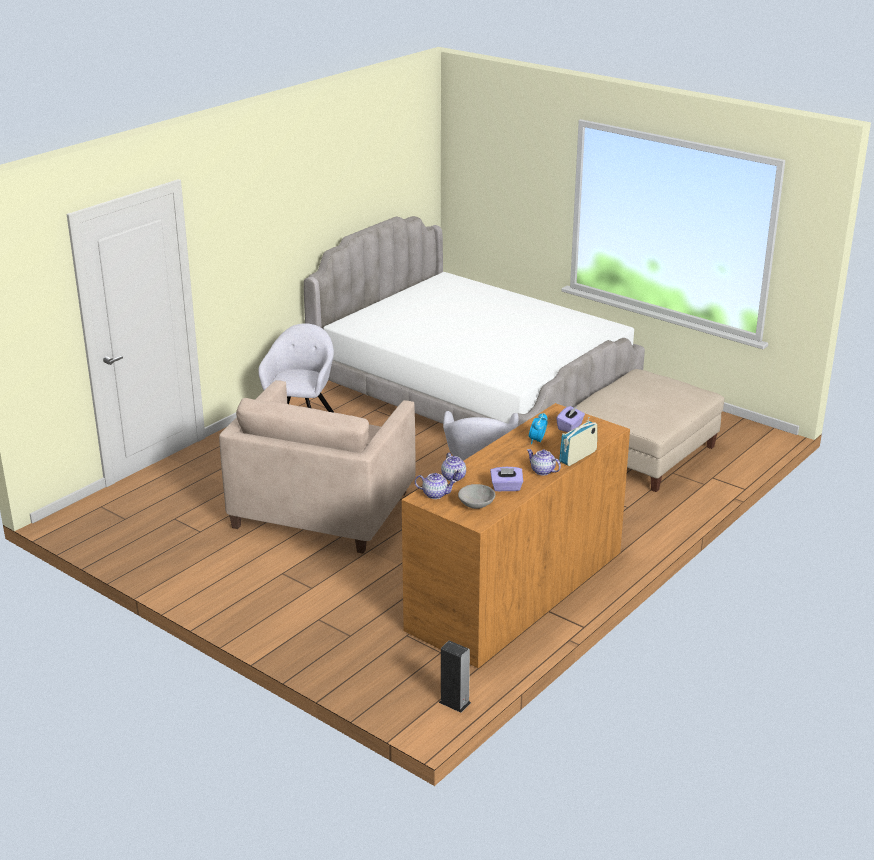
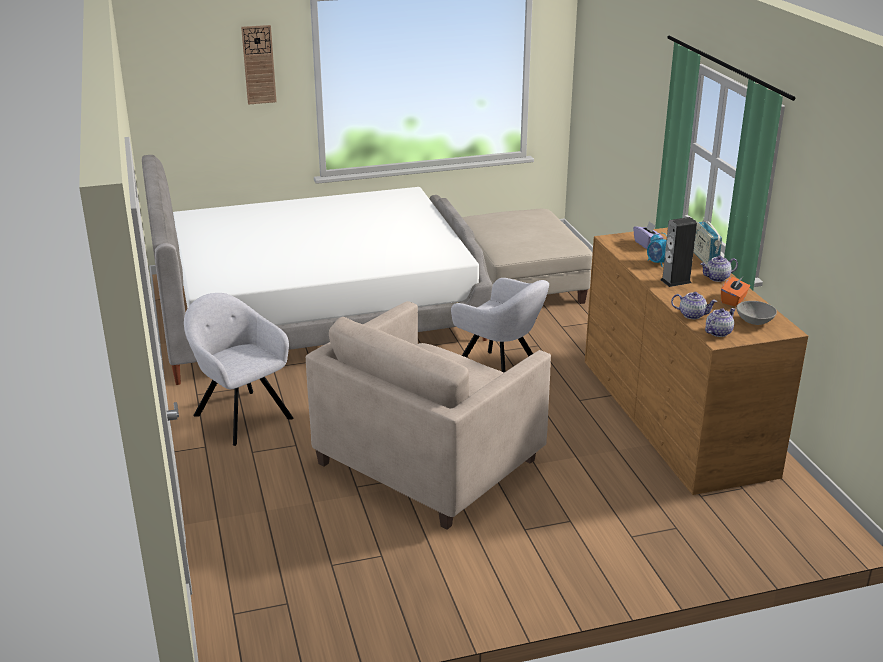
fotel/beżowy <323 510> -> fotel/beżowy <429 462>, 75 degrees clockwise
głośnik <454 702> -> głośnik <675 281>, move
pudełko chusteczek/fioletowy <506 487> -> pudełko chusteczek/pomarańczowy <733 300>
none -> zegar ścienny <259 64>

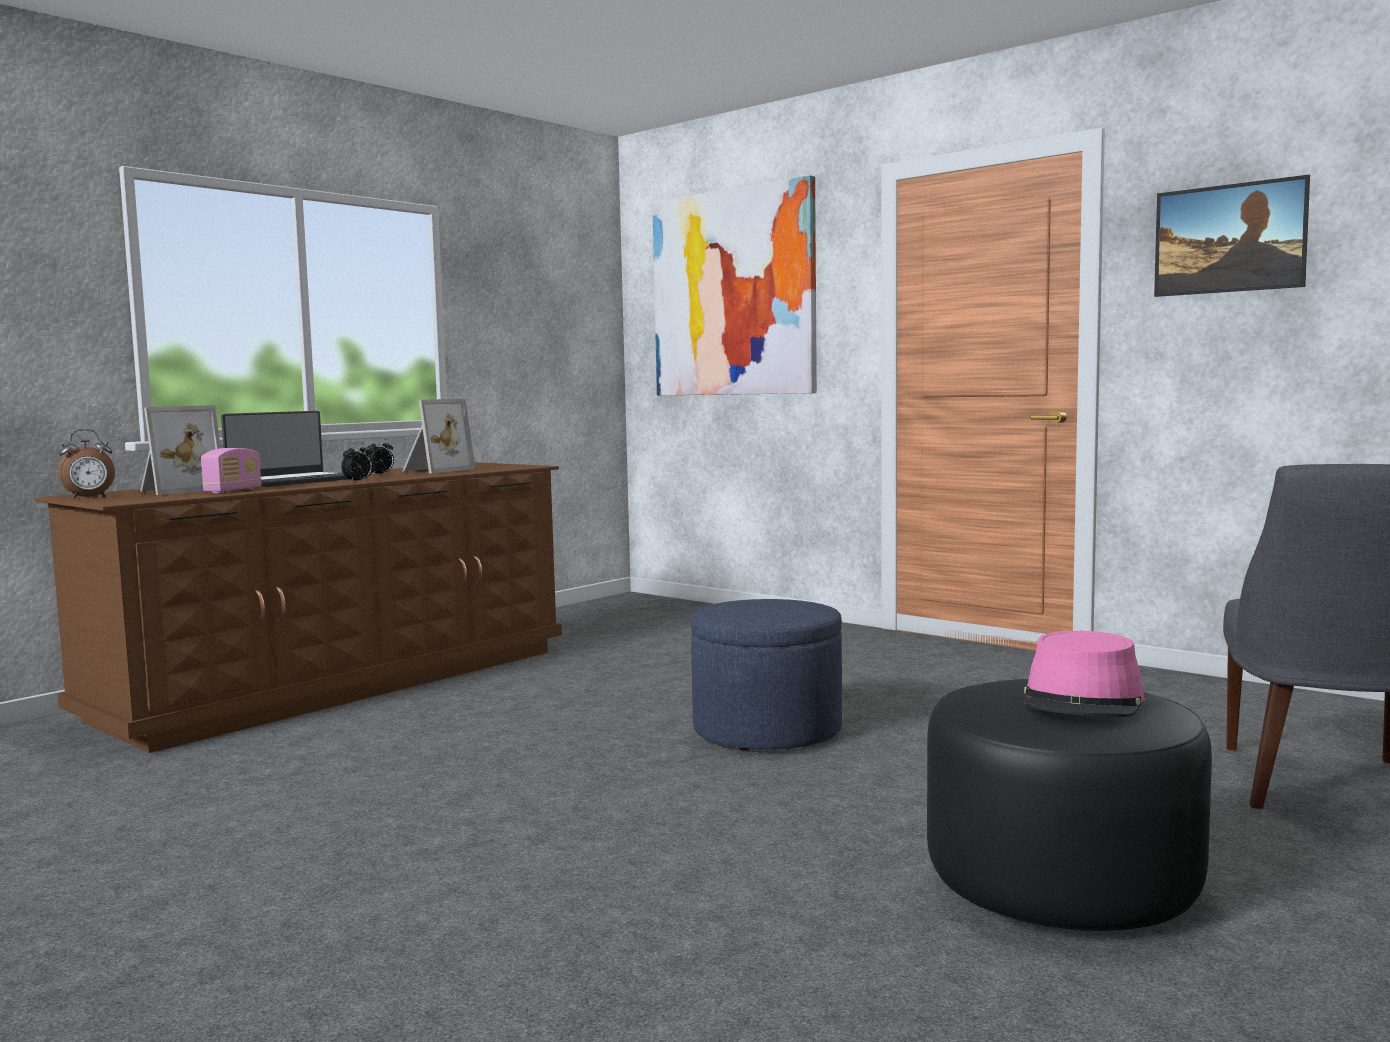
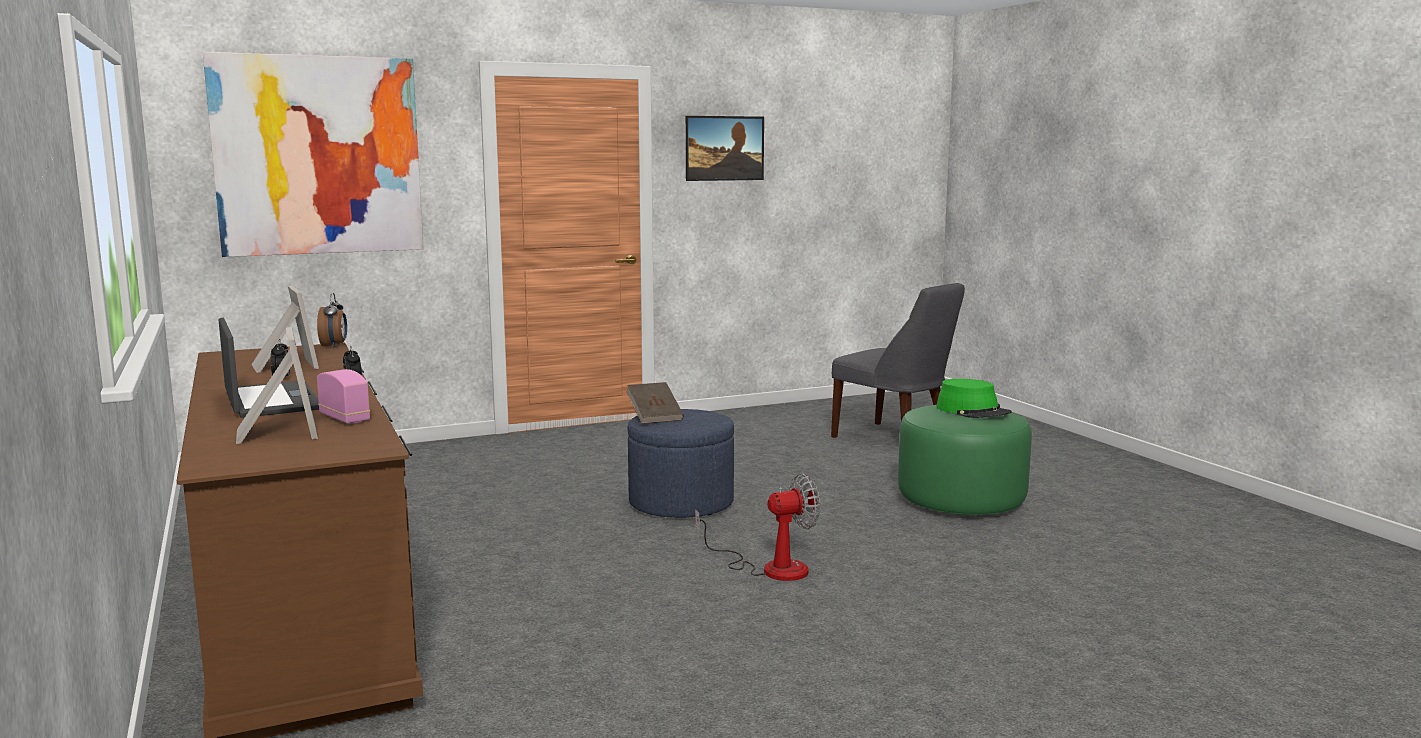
budzik <89 497> -> budzik <334 346>, move
pufa/czarny <1060 884> -> pufa/zielony <961 501>
kapelusz/różowy <1083 701> -> kapelusz/zielony <973 411>
none -> książka/brązowy <655 416>
none -> wentylator <770 568>

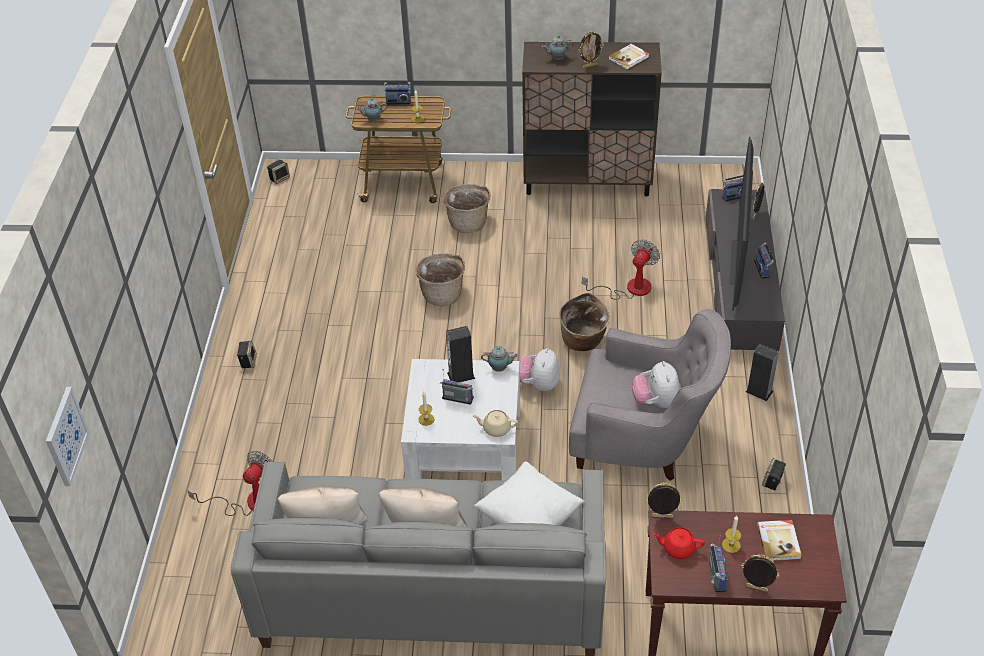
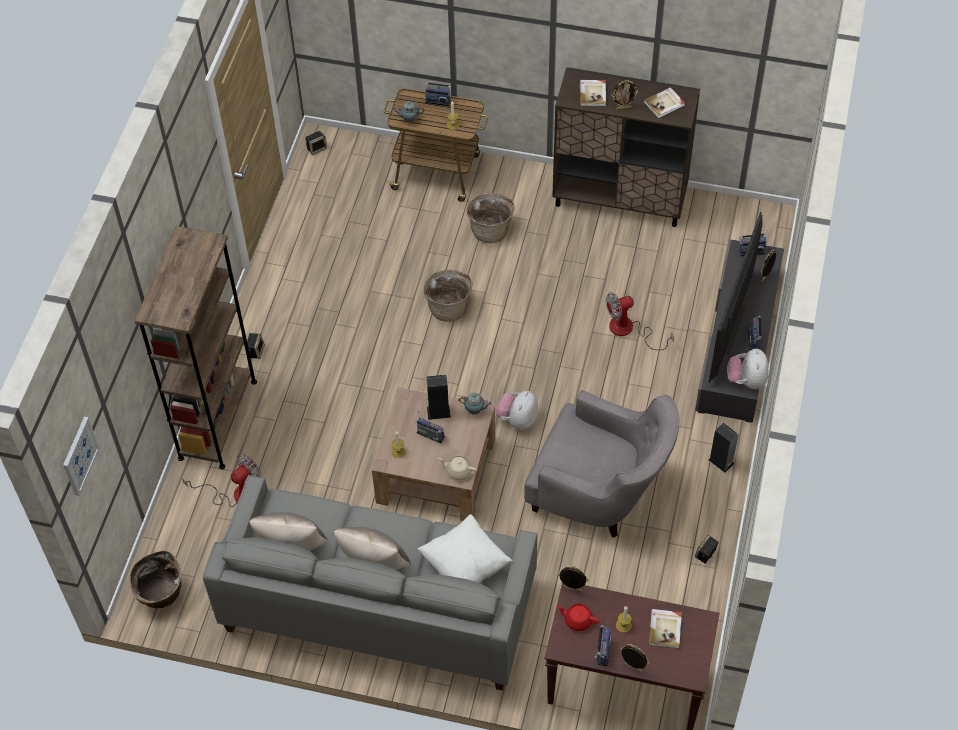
ława/biały <464 445> -> ława/brązowy <436 471>
imbryk <557 58> -> książka <593 94>
koszyk <583 341> -> koszyk <161 595>, move
wentylator <629 288> -> wentylator <629 330>, 150 degrees counterclockwise
pluszak <655 402> -> pluszak <746 380>, move
none -> regał/brązowy <218 419>

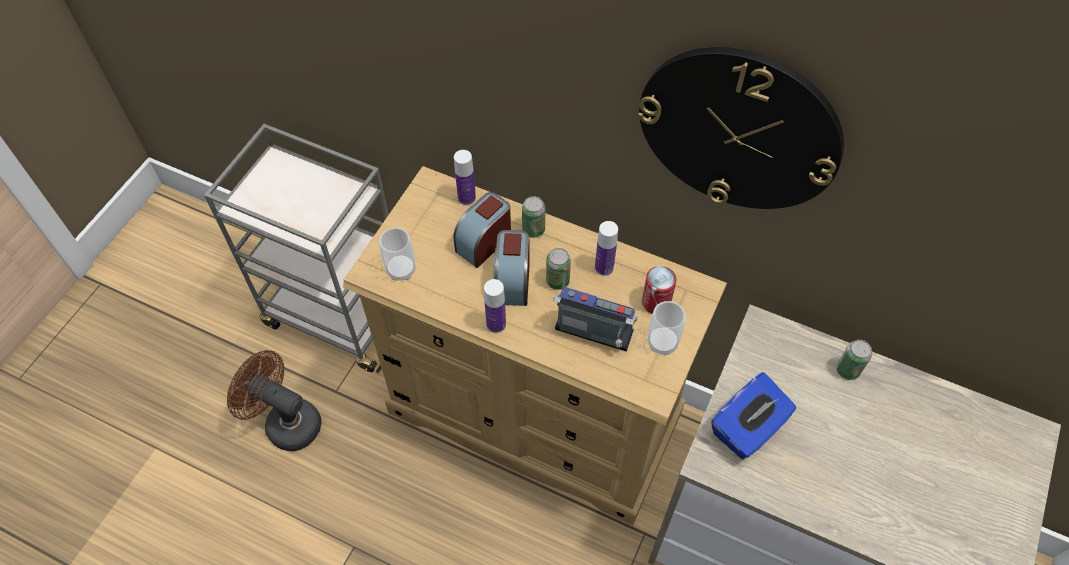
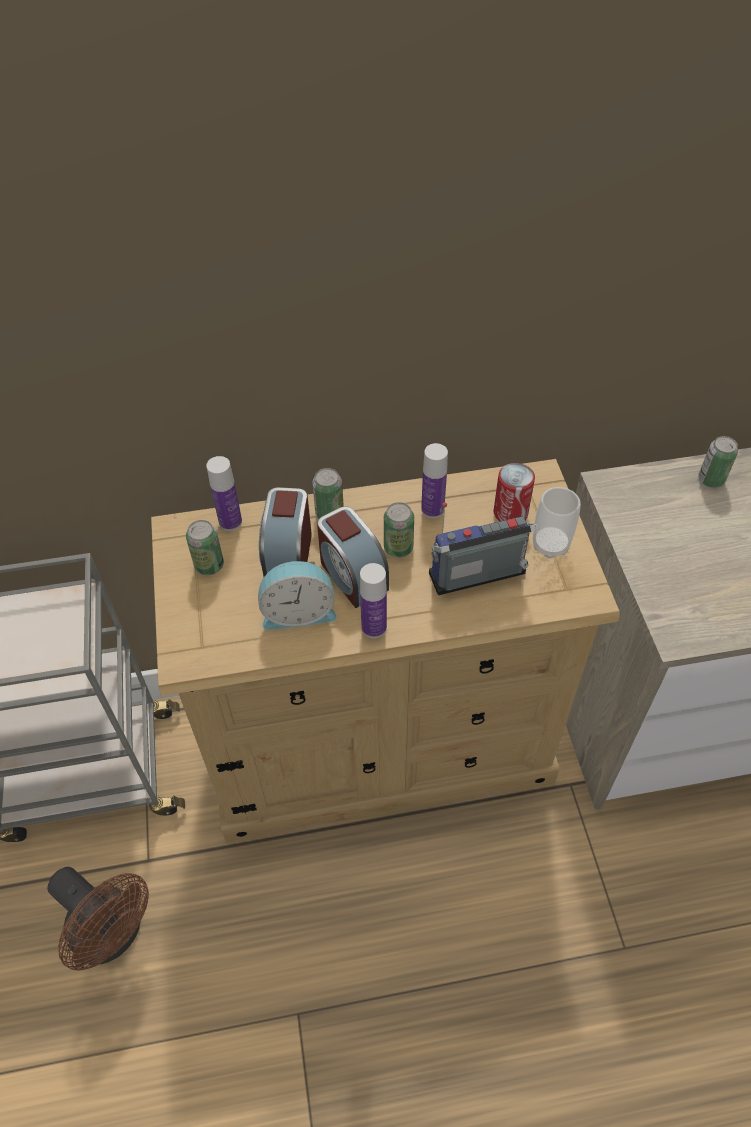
wentylator/brązowy <286 422> -> wentylator/brązowy <113 934>, 135 degrees counterclockwise
filiżanka <401 270> -> none
zegar ścienny <739 130> -> none
pudełko chusteczek/niebieski <748 428> -> none
none -> puszka <209 565>
none -> budzik <298 611>

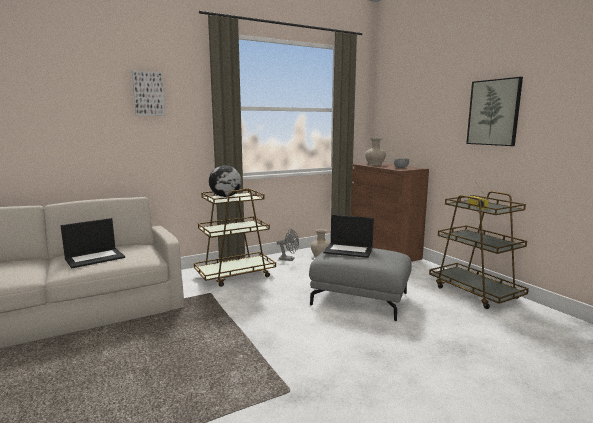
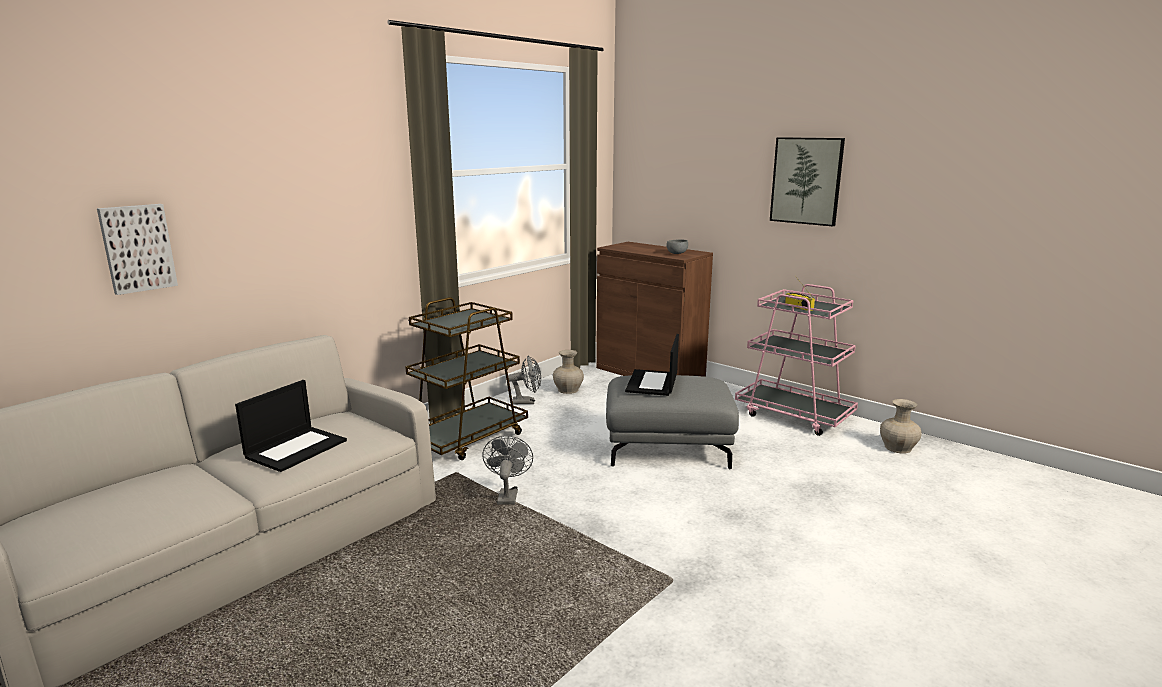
obraz <148 94> -> obraz <137 248>, move
globus <225 196> -> none
laptop <349 250> -> laptop <652 383>, 105 degrees clockwise
wazon/beżowy <375 164> -> wazon/beżowy <897 447>, move
wózek/brązowy <475 292> -> wózek/różowy <794 415>
none -> wentylator/szary <507 495>

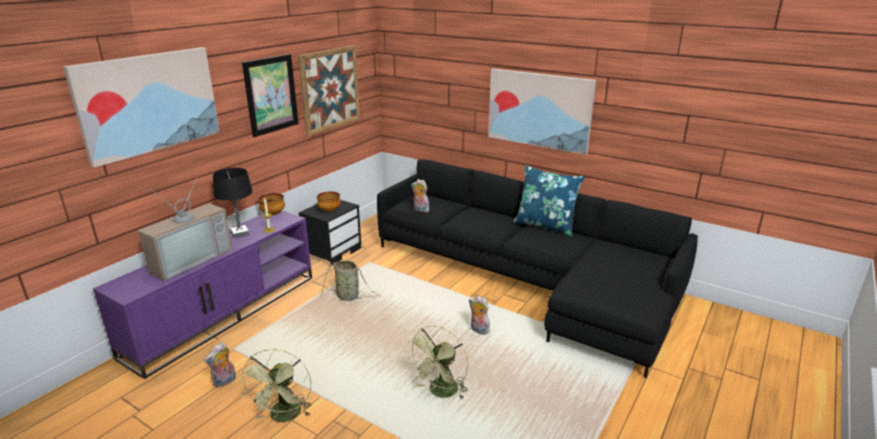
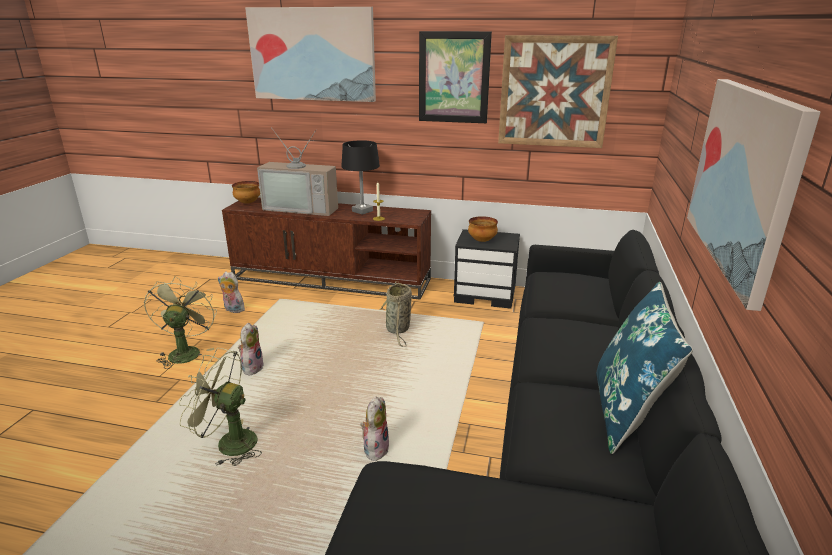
szafka pod telewizor/fioletowy <224 313> -> szafka pod telewizor/brązowy <332 279>
wentylator/zielony <284 417> -> wentylator/zielony <185 351>, 105 degrees clockwise
miska <273 214> -> miska <247 203>, move
pluszak <420 210> -> pluszak <252 367>, move

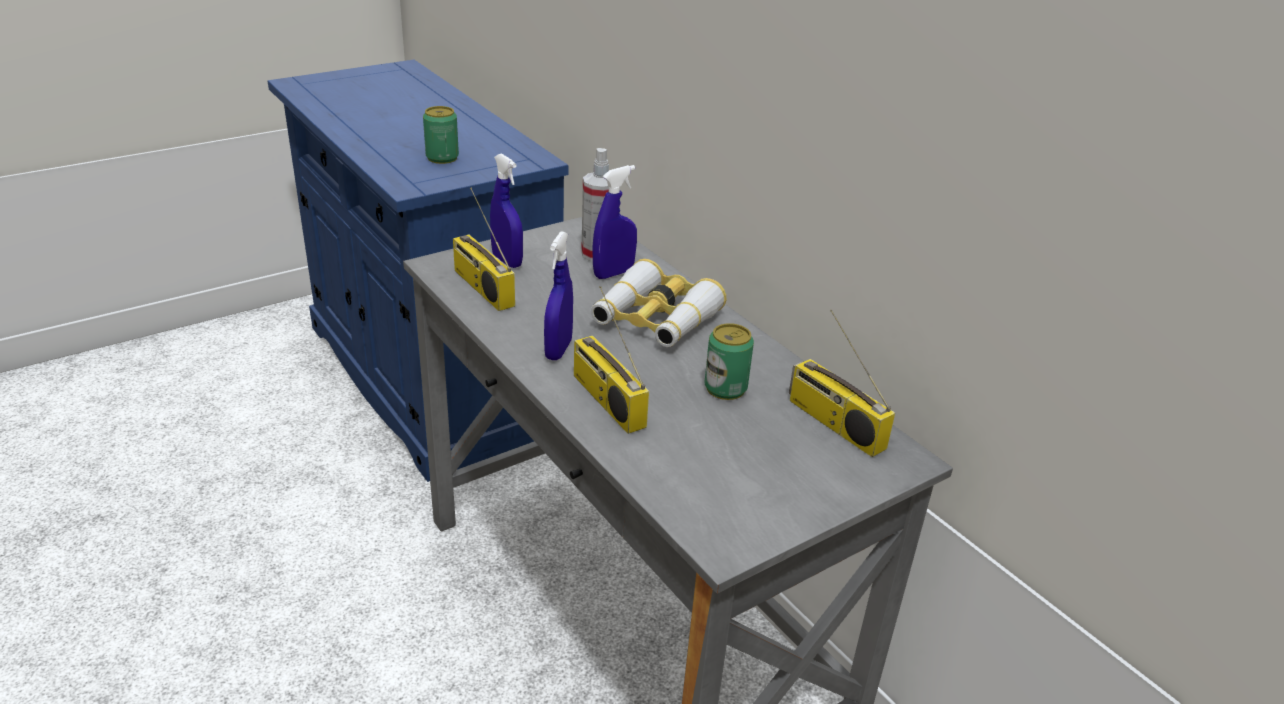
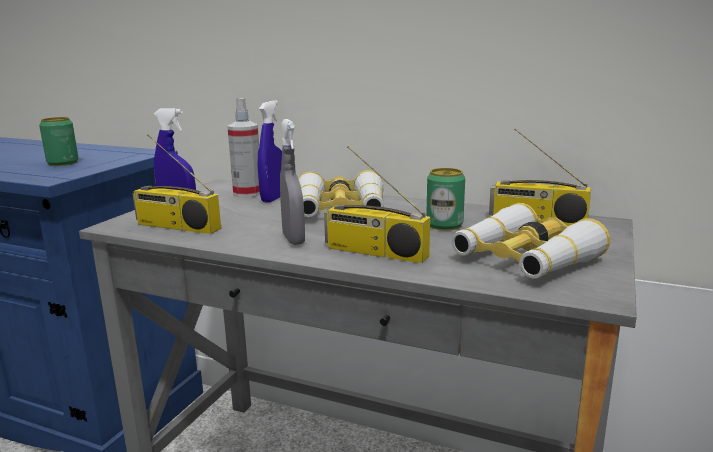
spryskiwacz/niebieski <558 350> -> spryskiwacz/szary <293 239>
none -> lornetka <525 259>

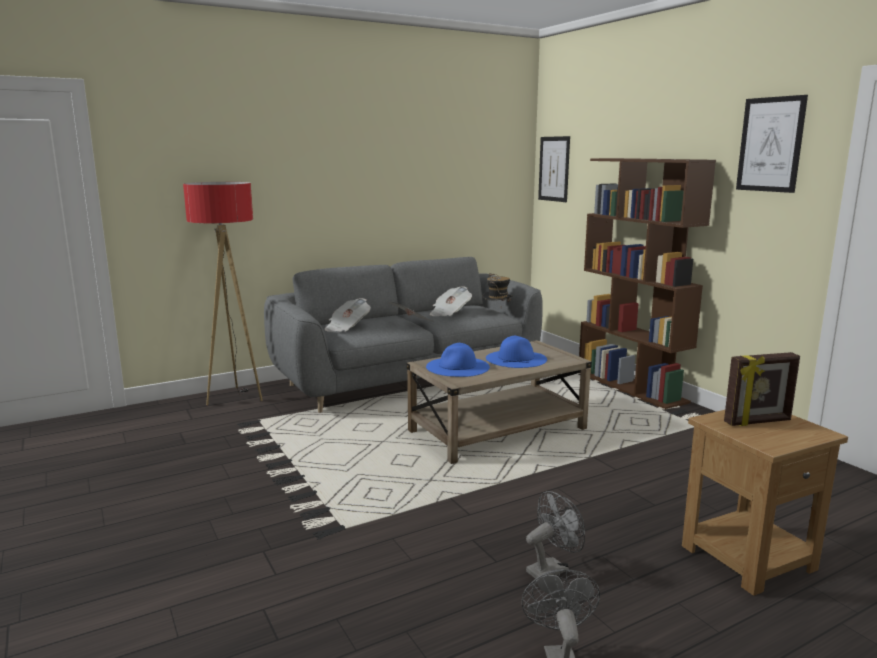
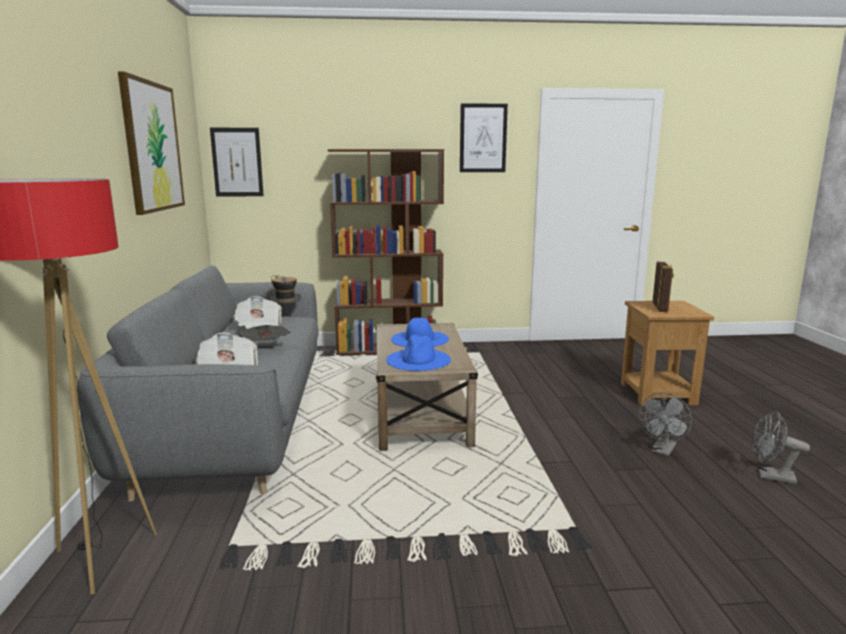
wentylator/szary <552 569> -> wentylator/szary <662 451>, 135 degrees counterclockwise
none -> obraz <152 147>

